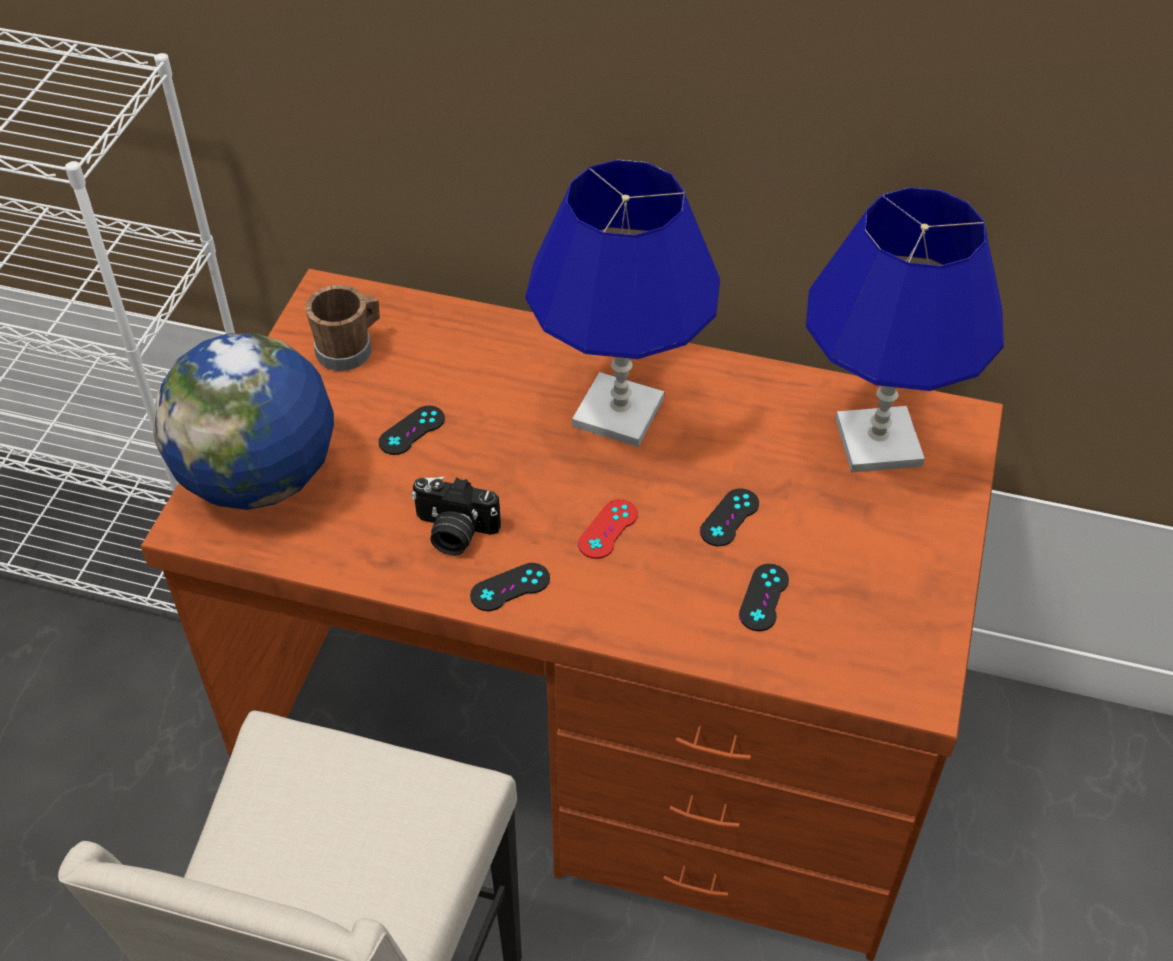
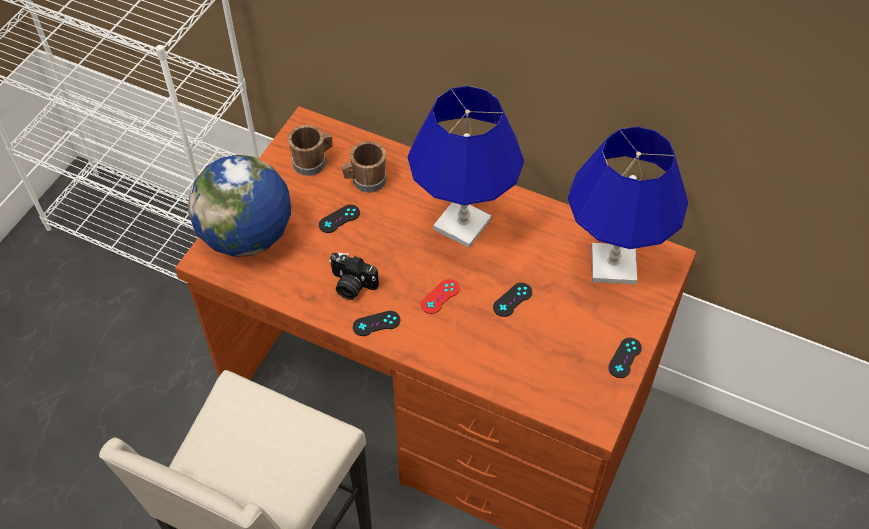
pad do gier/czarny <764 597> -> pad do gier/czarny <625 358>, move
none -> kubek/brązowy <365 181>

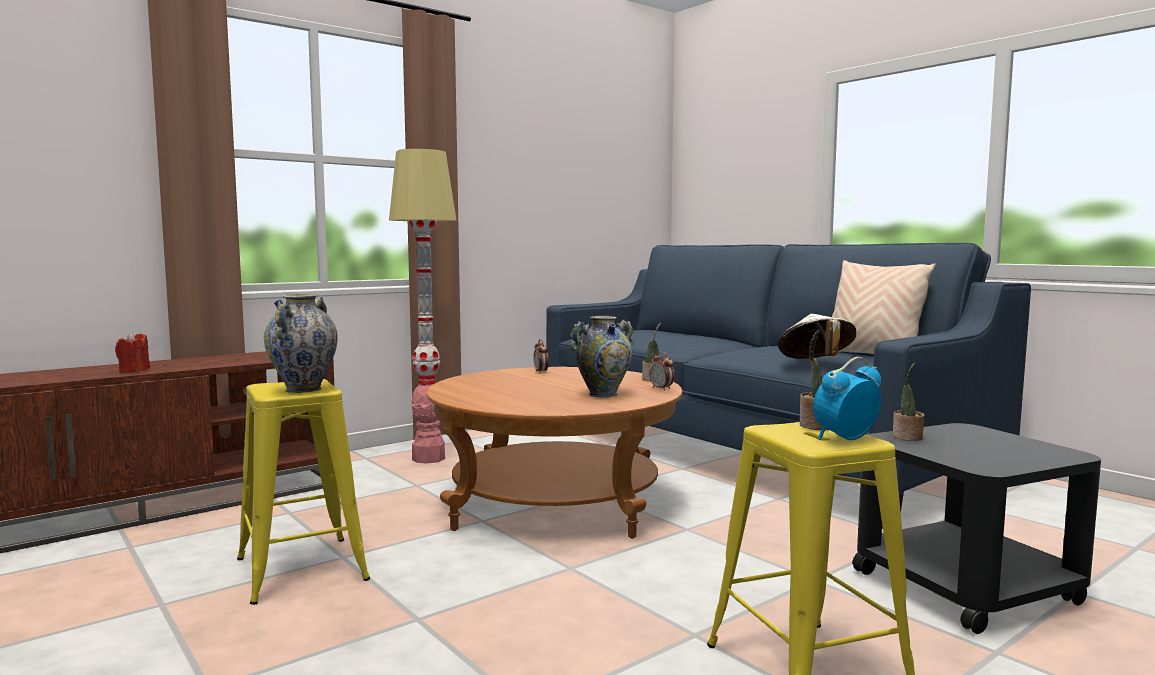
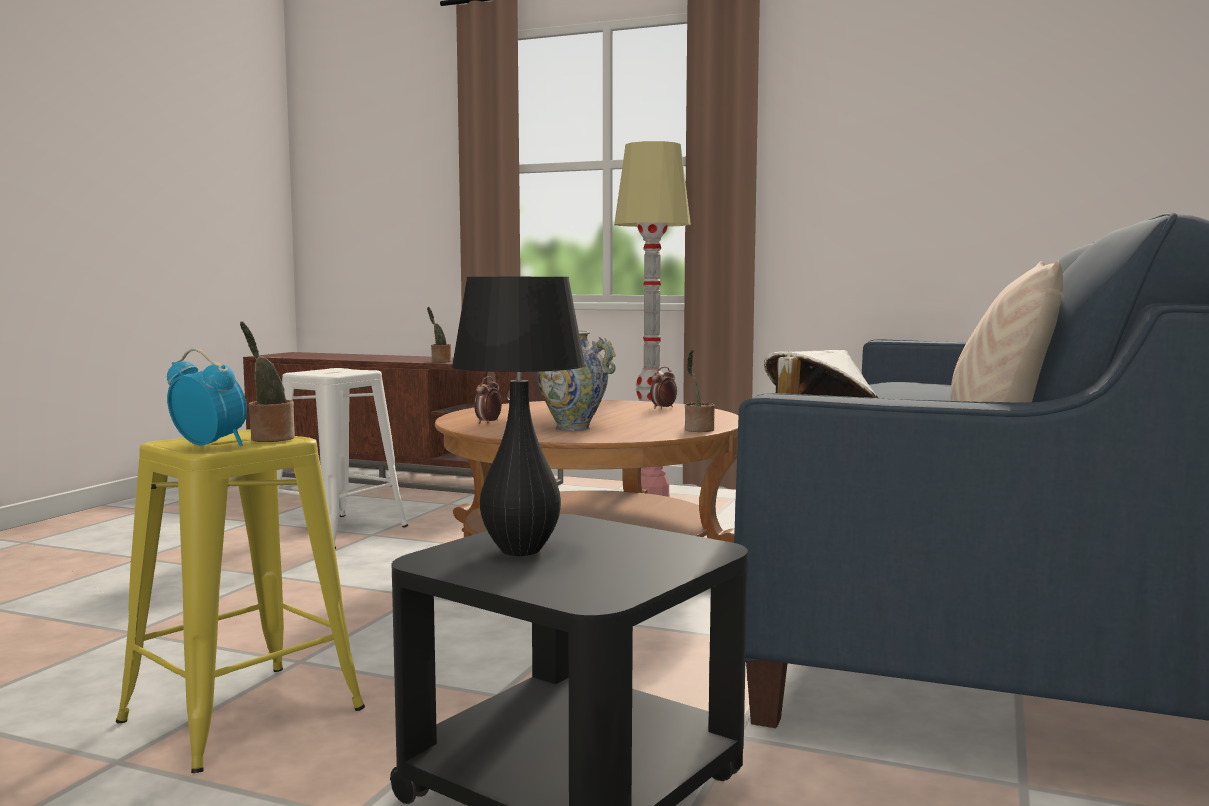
świeca/czerwony <134 370> -> none
stołek/żółty <301 569> -> stołek/biały <338 531>
wazon <303 389> -> none
budzik <661 389> -> budzik <488 422>, move
roślina doniczkowa <907 437> -> roślina doniczkowa <439 361>, move
none -> lampa stołowa/czarny <520 551>

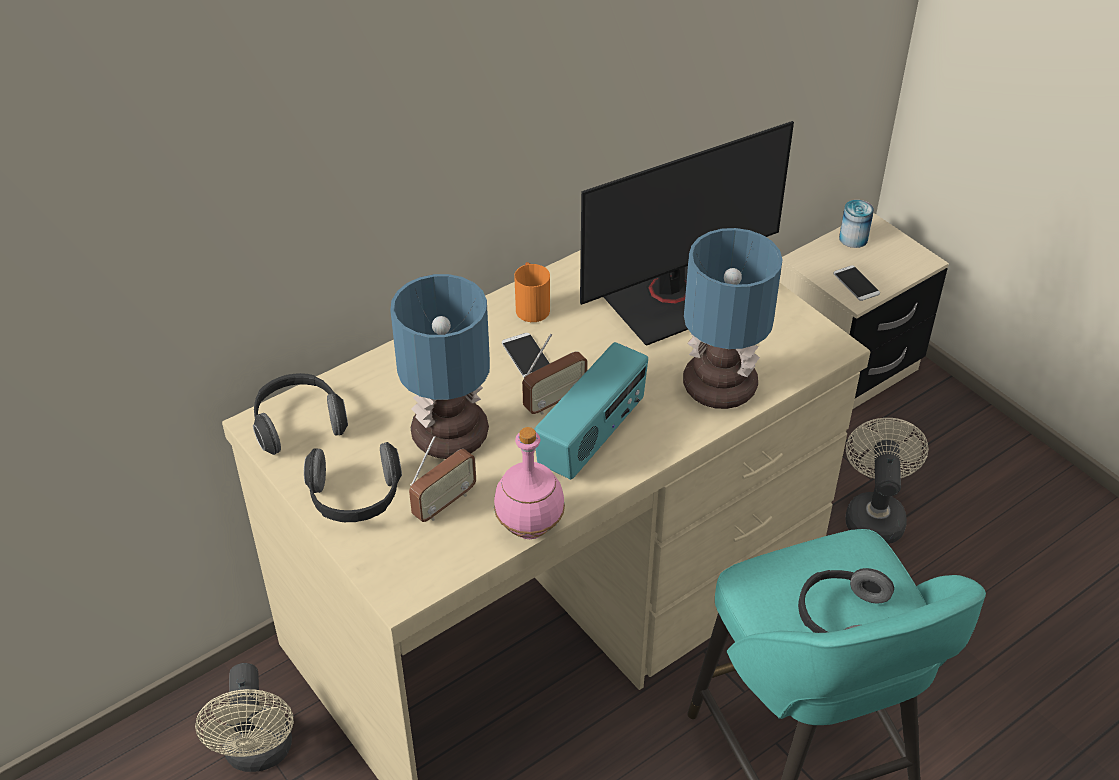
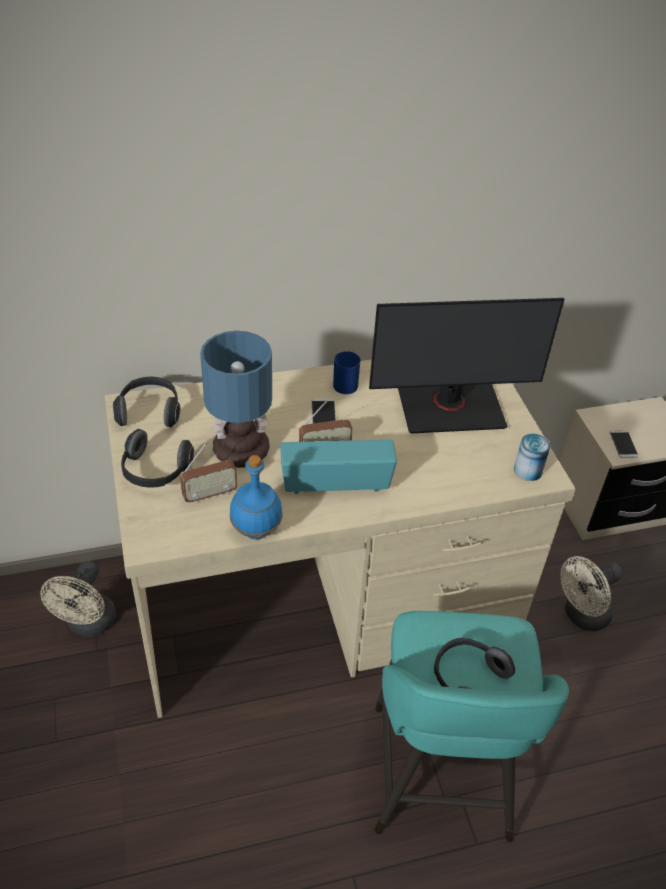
butelka/różowy <530 527> -> butelka/niebieski <257 530>
kubek/pomarańczowy <531 307> -> kubek/niebieski <346 383>
radio <592 438> -> radio <336 484>, 150 degrees counterclockwise
lampa stołowa <722 387> -> none
puszka <853 238> -> puszka <528 470>, move
wentylator/beżowy <874 514> -> wentylator/beżowy <581 616>, 150 degrees counterclockwise

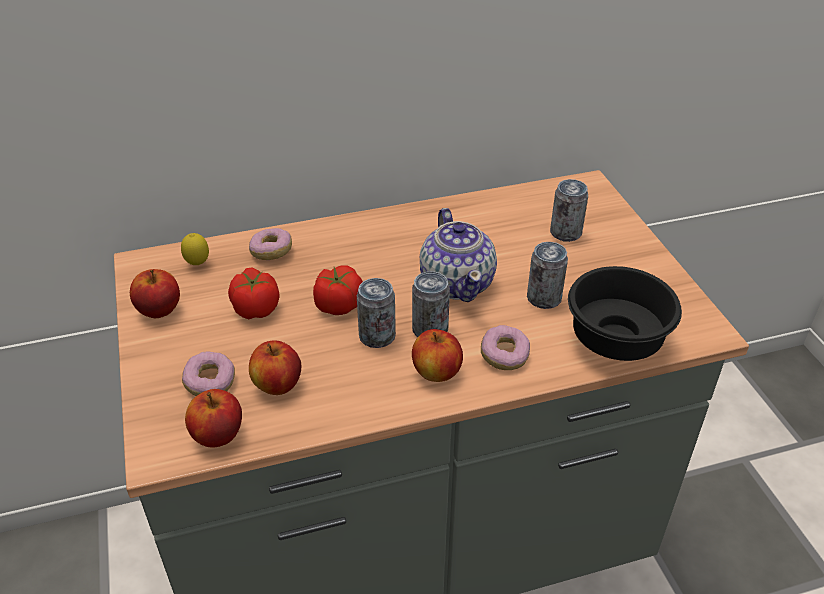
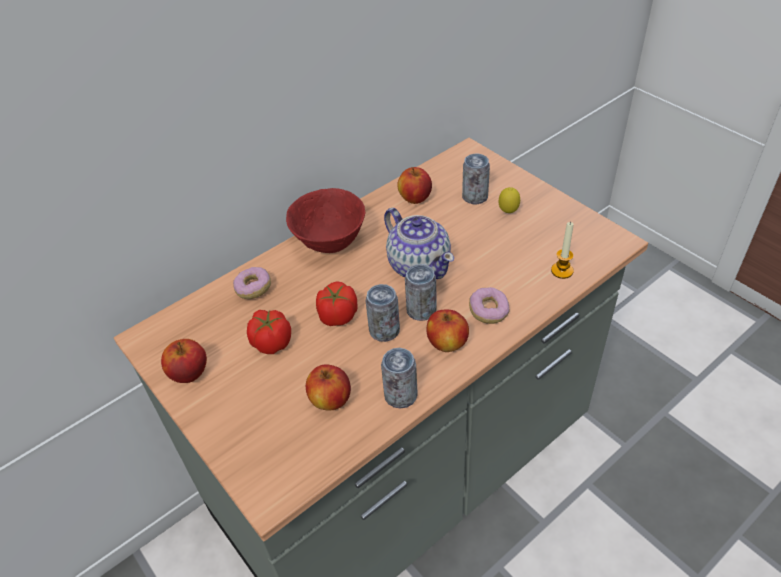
cytryna <198 264> -> cytryna <508 212>, move
donut <210 383> -> none
jabłko <217 436> -> jabłko <415 198>, move
puszka <544 299> -> puszka <400 395>, move
miska/czarny <619 341> -> świeca <562 271>
none -> miska/czerwony <329 243>

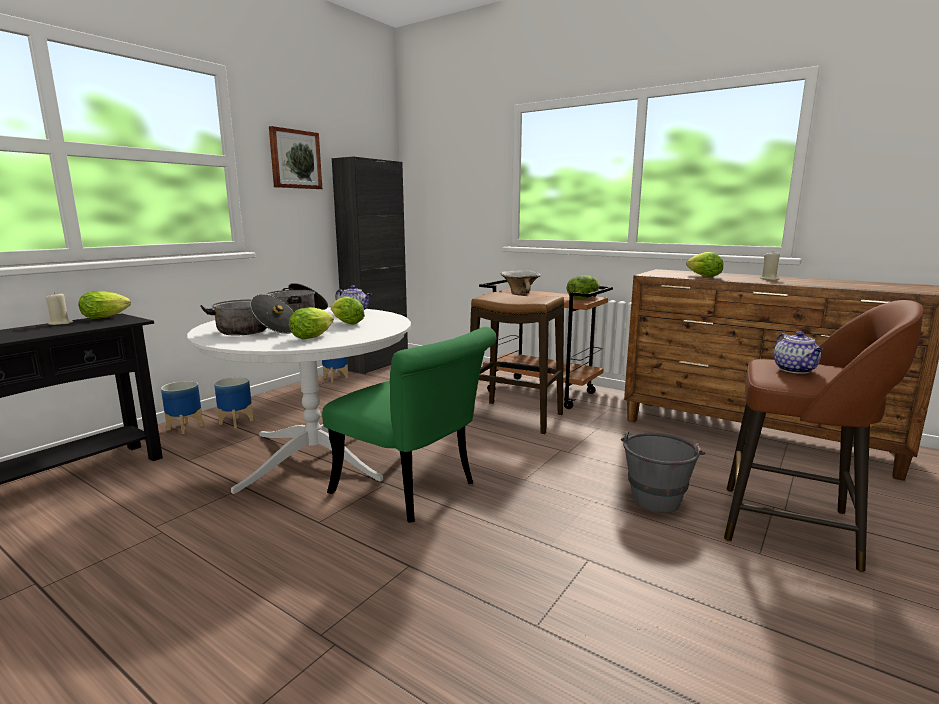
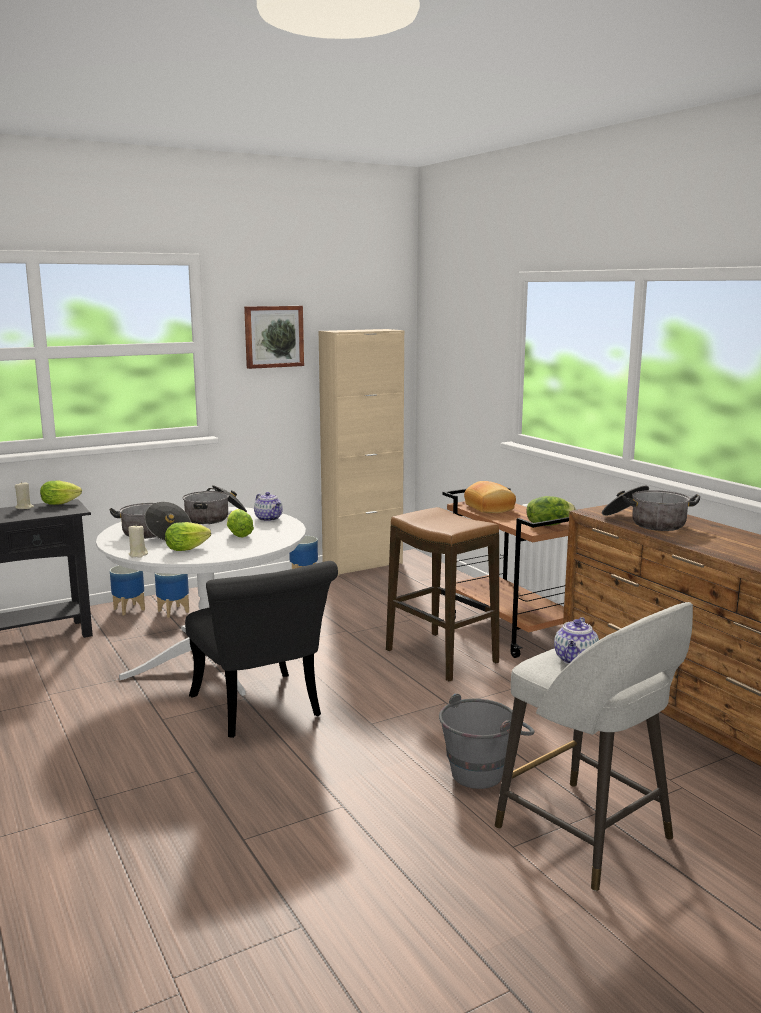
krzesło/zielony <413 491> -> krzesło/czarny <261 711>
szafka/czarny <377 364> -> szafka/beżowy <362 565>
miska <520 293> -> chleb <490 508>
sałata <701 276> -> garnek <646 522>
stołek/brązowy <793 527> -> stołek/szary <587 835>
świeca/beżowy <769 279> -> świeca/beżowy <138 554>, move

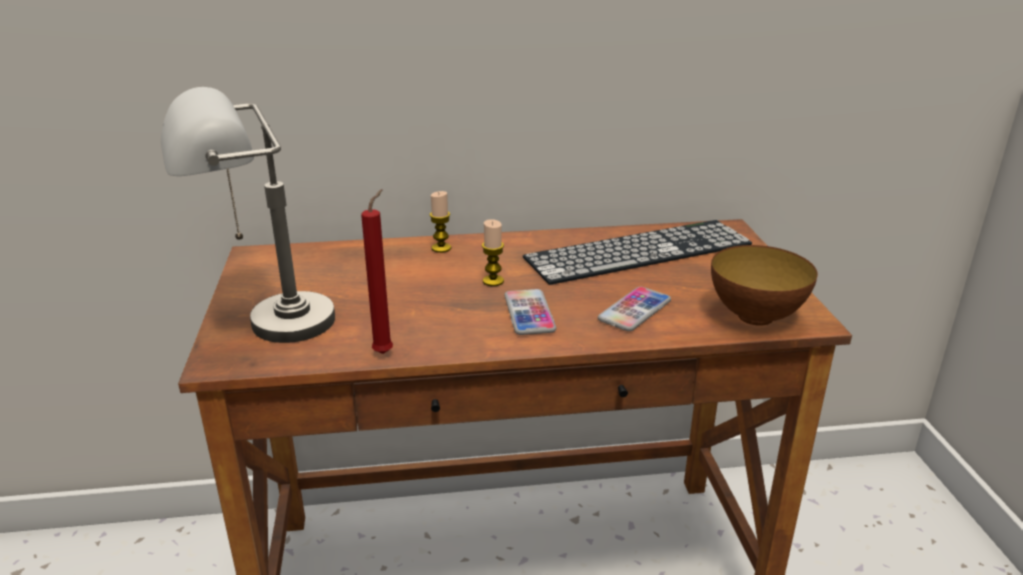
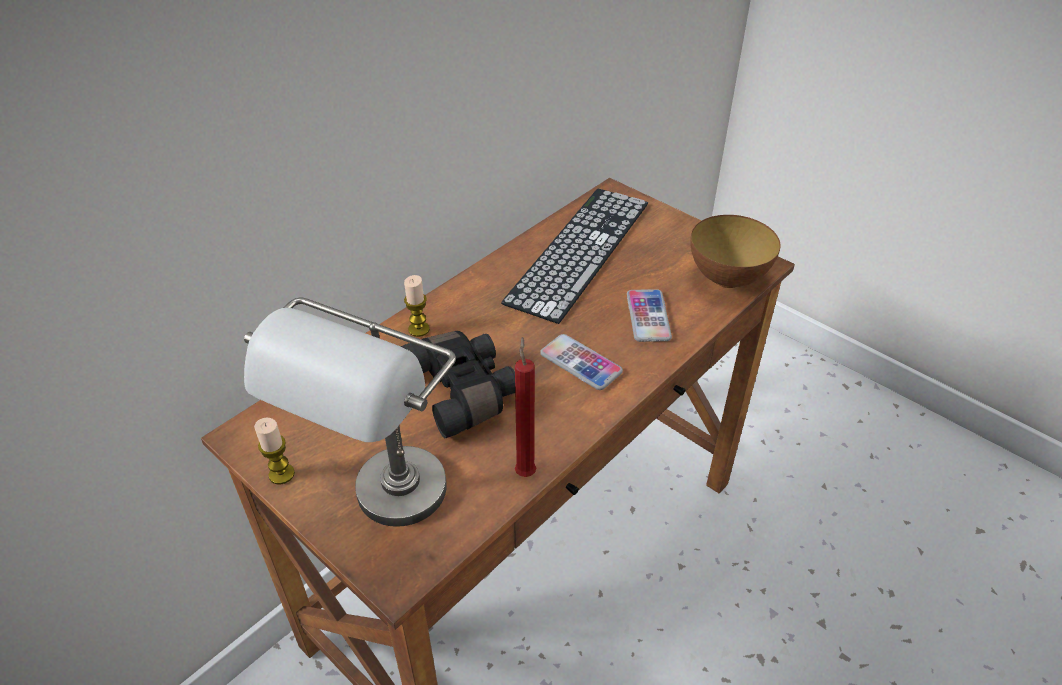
świeca <493 281> -> świeca <281 474>, move
none -> lornetka/czarny <464 391>

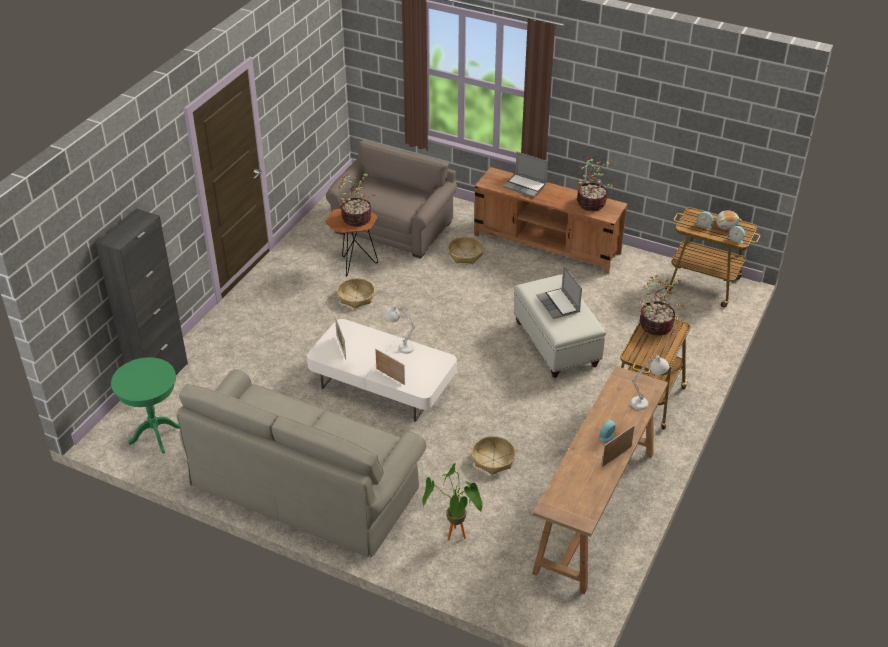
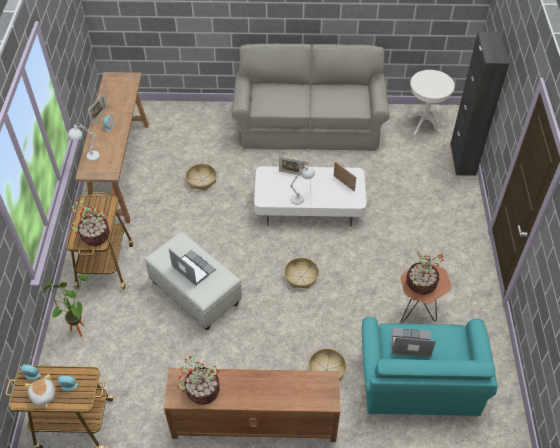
stolik/zielony <156 435> -> stolik/biały <424 124>
fotel/szary <393 228> -> fotel/turkusowy <419 380>
koszyk <356 297> -> koszyk <301 276>, move
roślina doniczkowa <455 539> -> roślina doniczkowa <78 327>, move
laptop <525 186> -> laptop <410 344>, move

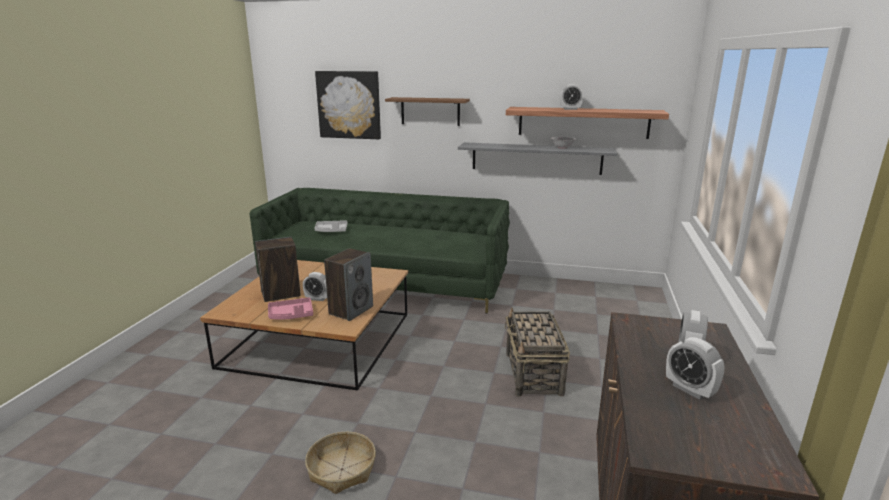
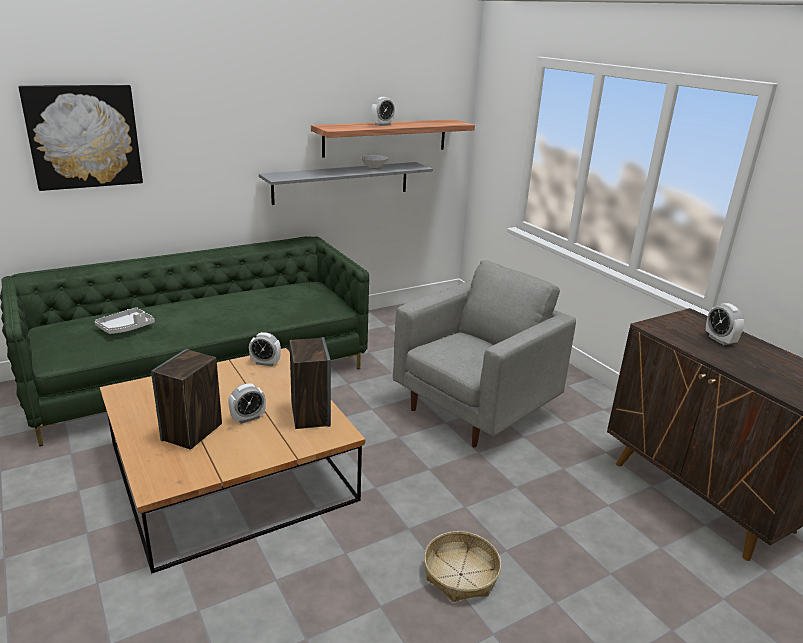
taca/różowy <291 315> -> none
półka/brązowy <430 111> -> none
koszyk <533 374> -> fotel/szary <475 409>
budzik <690 389> -> budzik <265 363>, move

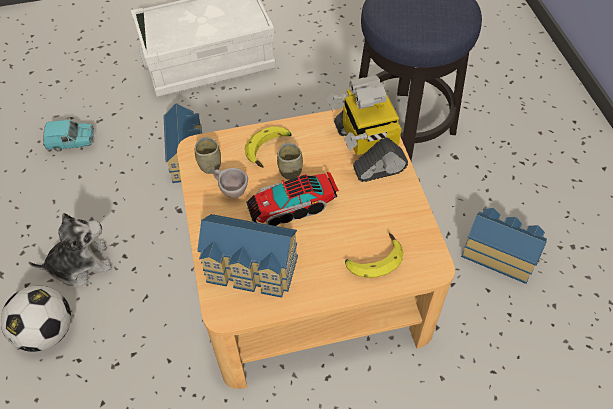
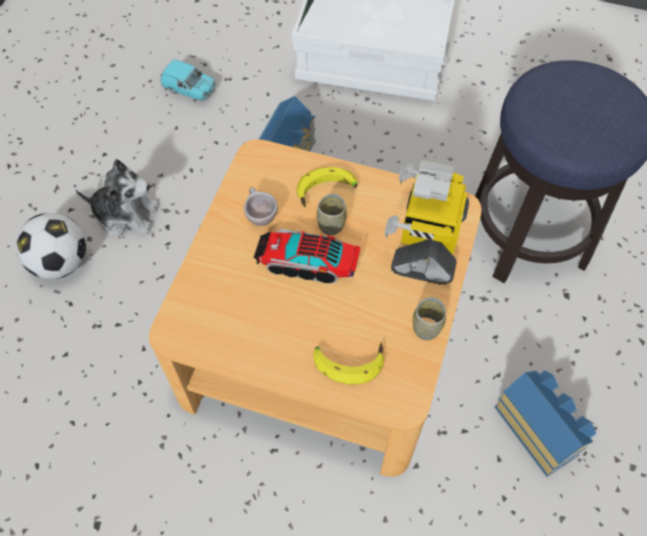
filiżanka <210 165> -> filiżanka <426 328>, move
domek <251 270> -> none

